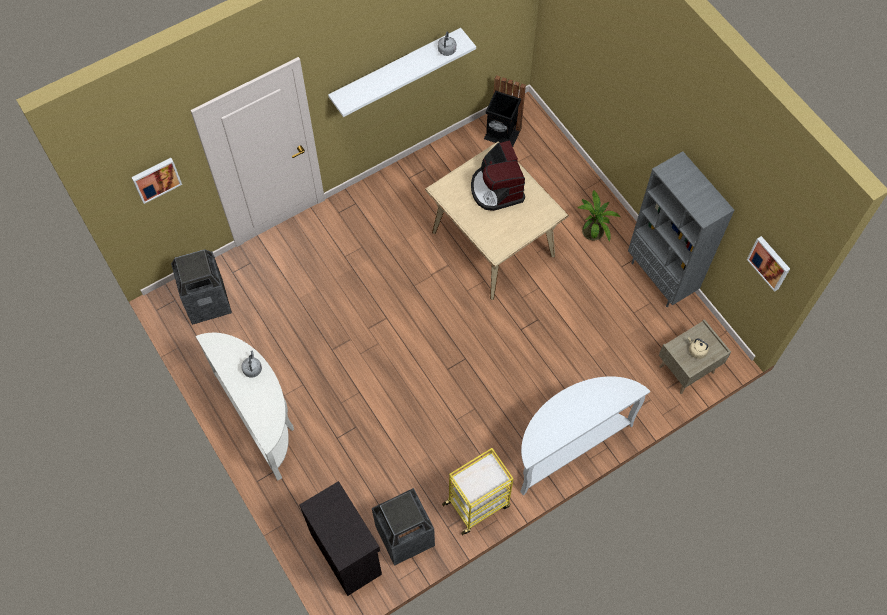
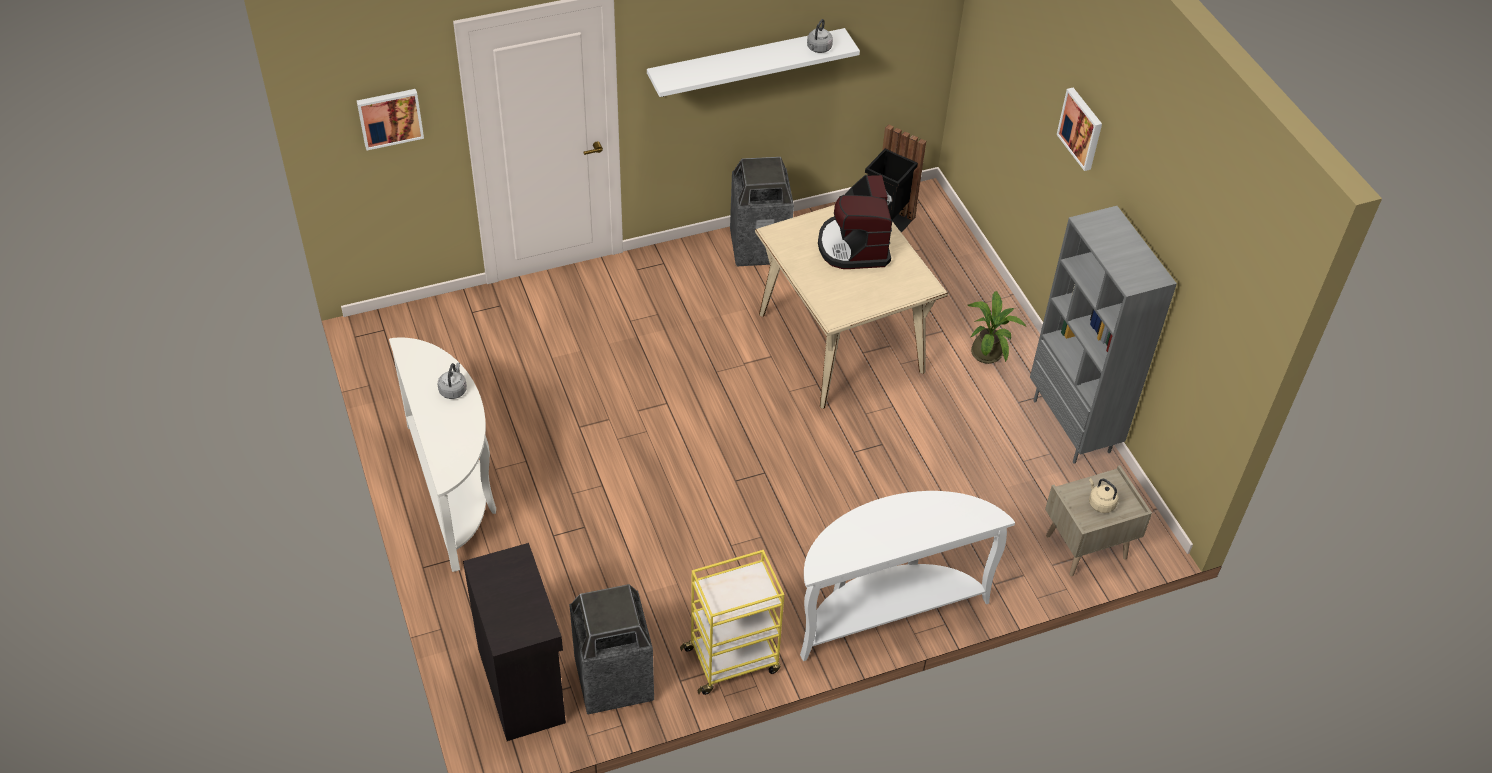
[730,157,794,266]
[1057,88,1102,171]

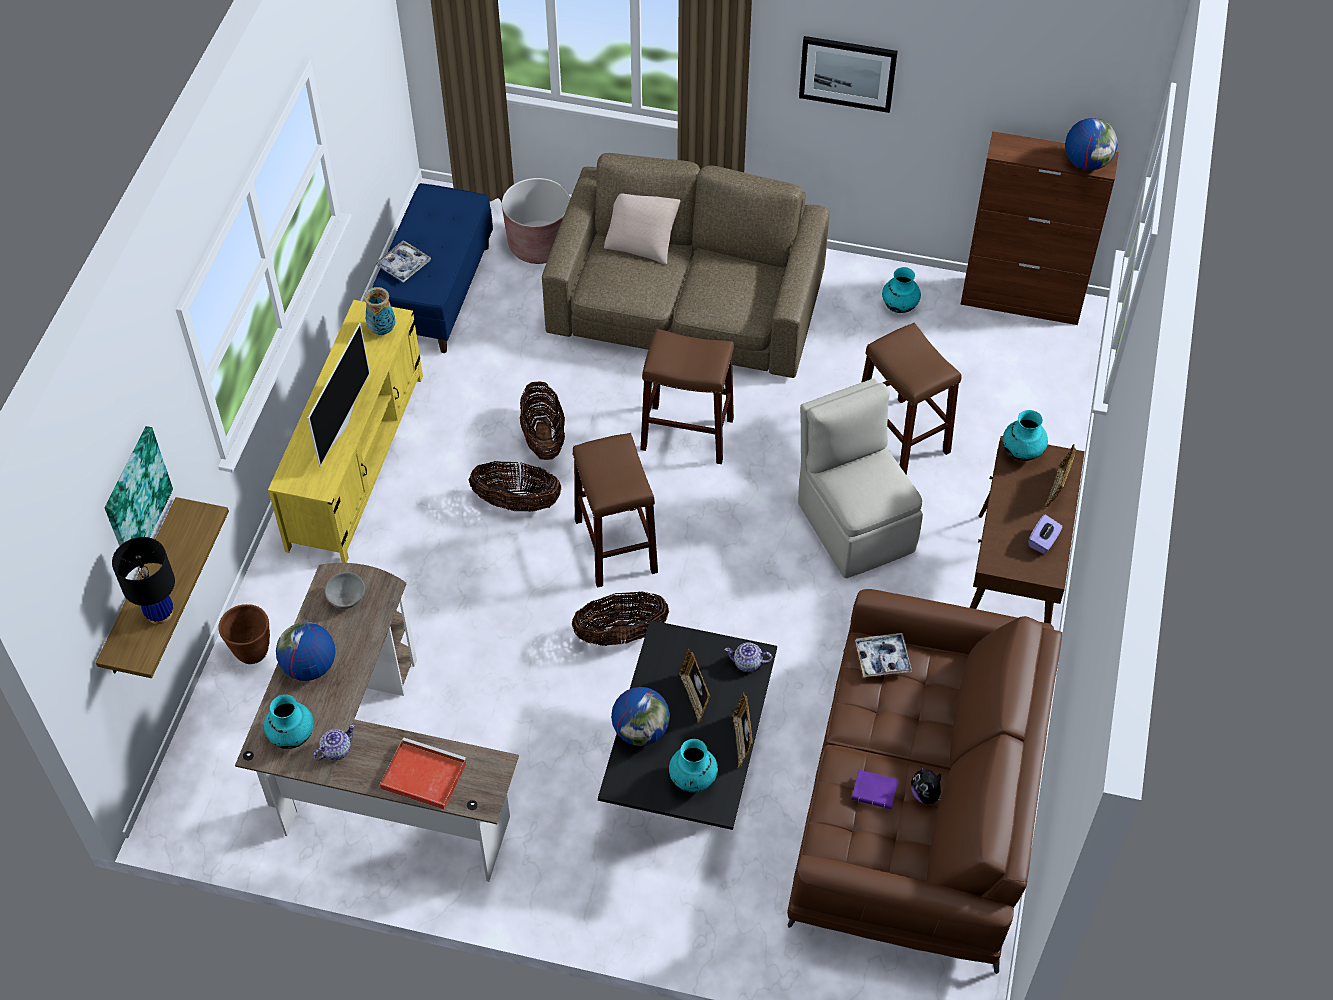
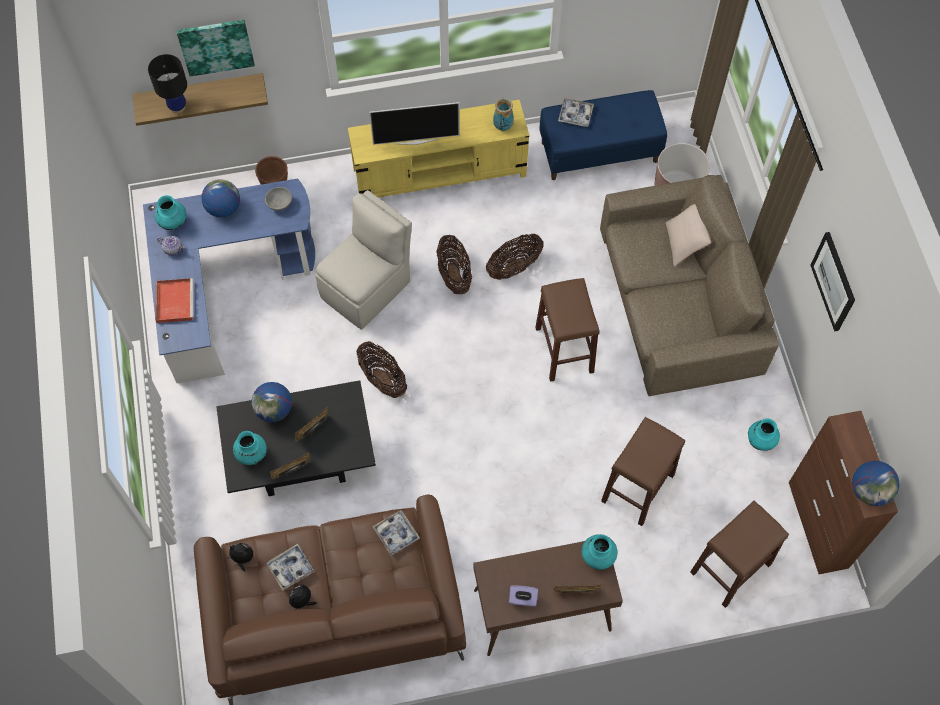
[725,643,772,672] (first image)
[226,543,253,571]
[690,501,789,608]
[316,190,412,329]
[267,544,315,591]
[143,178,315,383]

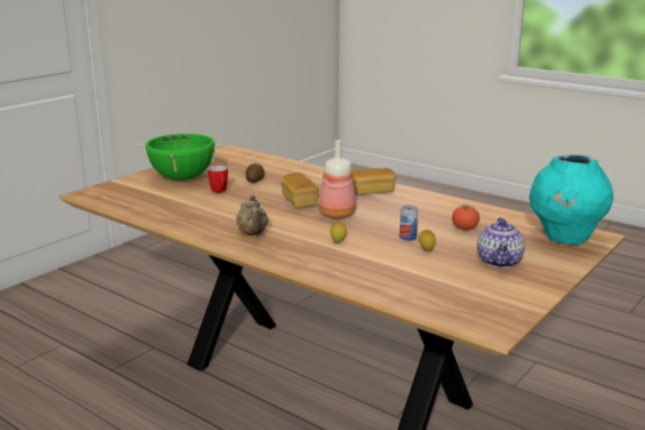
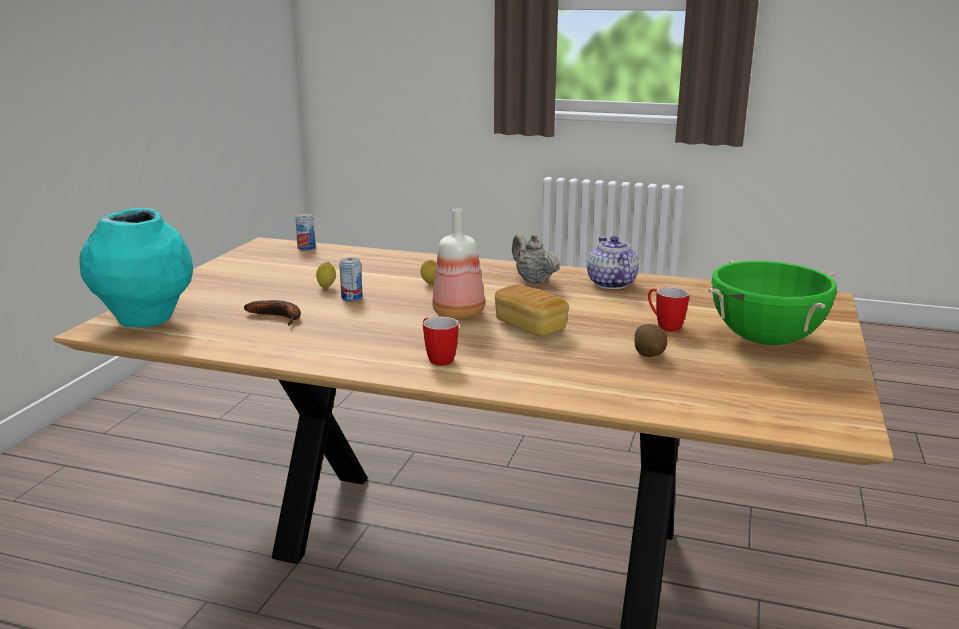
[295,213,316,250]
[587,236,639,289]
[423,317,459,366]
[244,300,301,325]

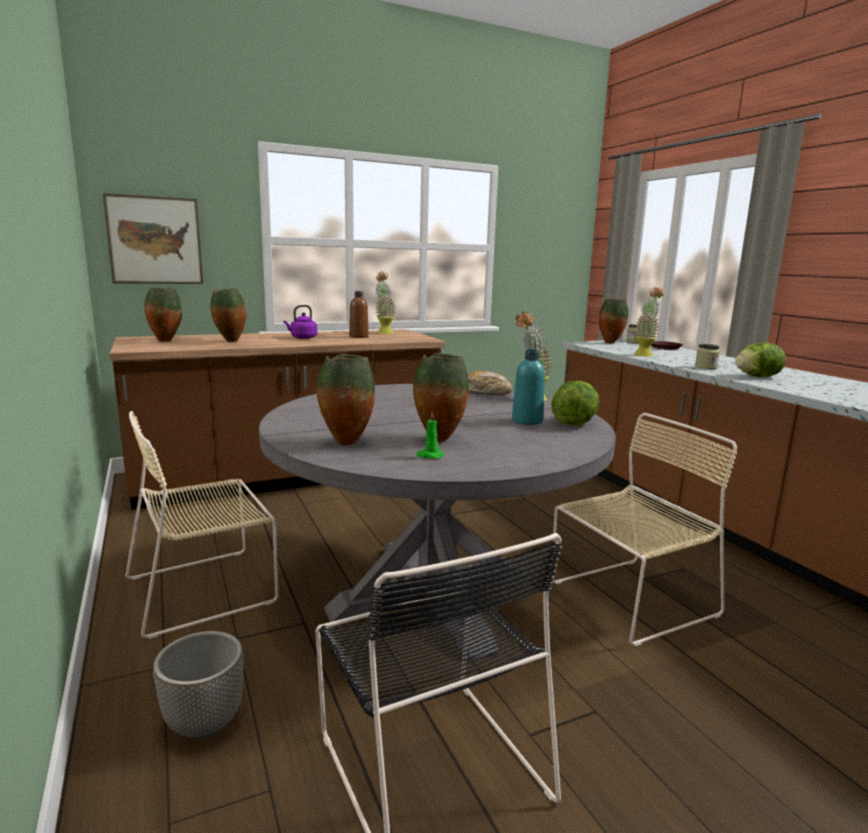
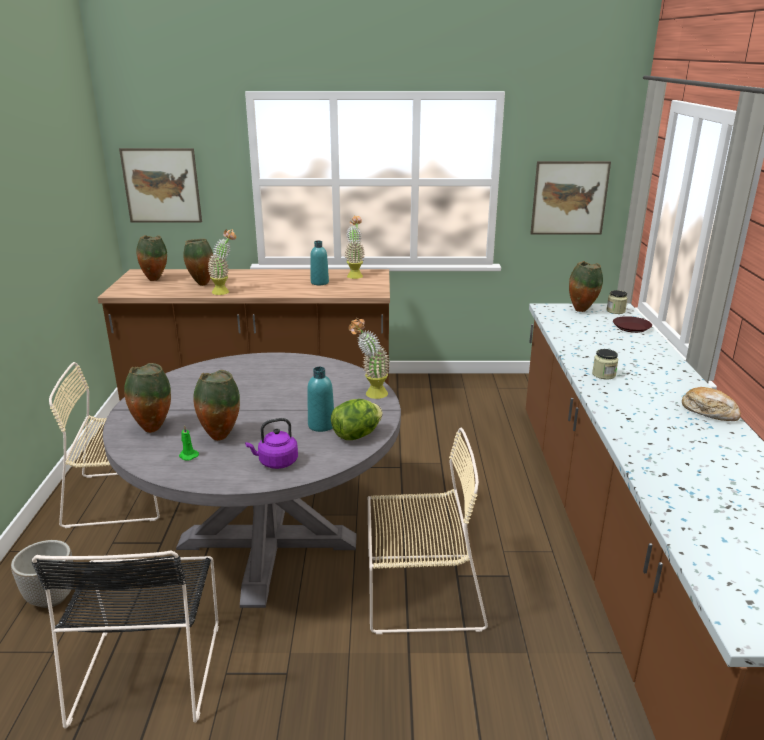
[735,343,786,377] (first image)
[530,161,611,235]
[245,418,298,469]
[682,387,741,421]
[208,229,236,295]
[310,241,329,285]

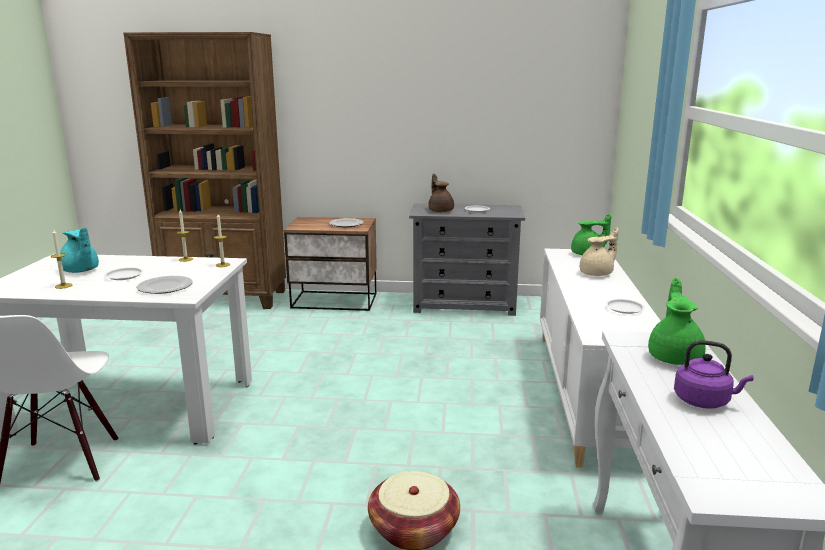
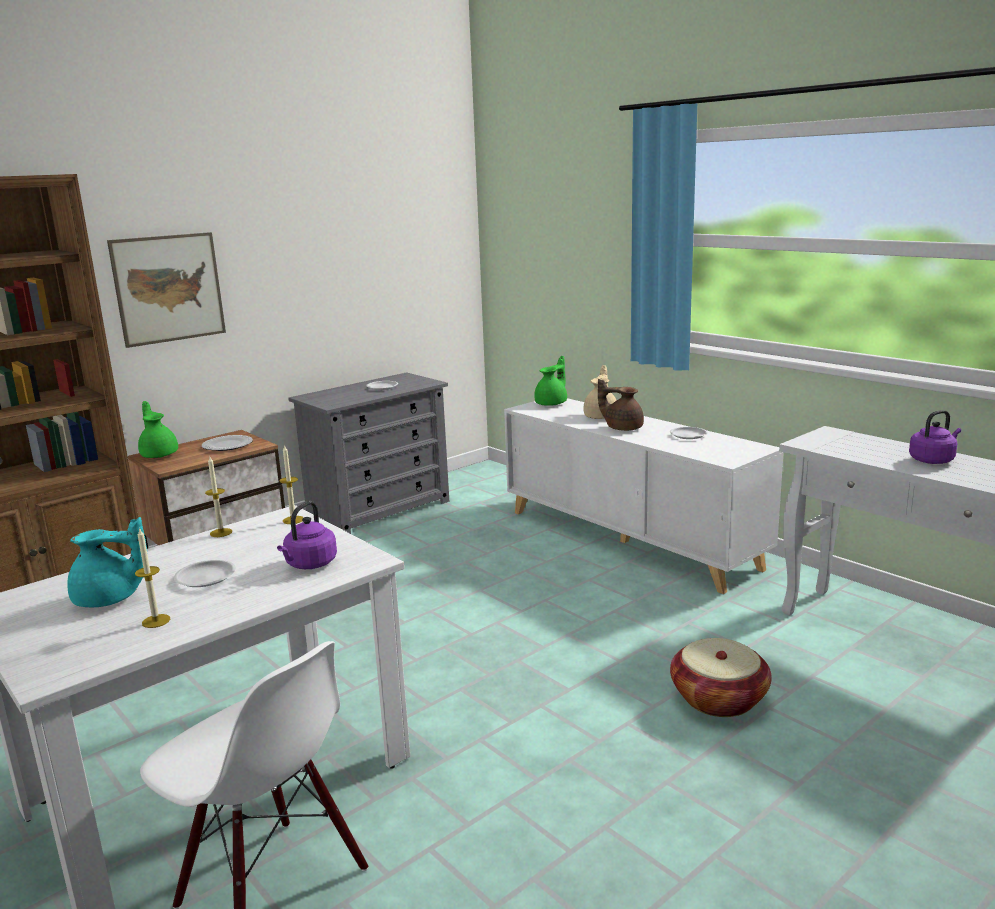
[107,232,226,348]
[598,379,644,431]
[138,401,178,458]
[277,501,337,569]

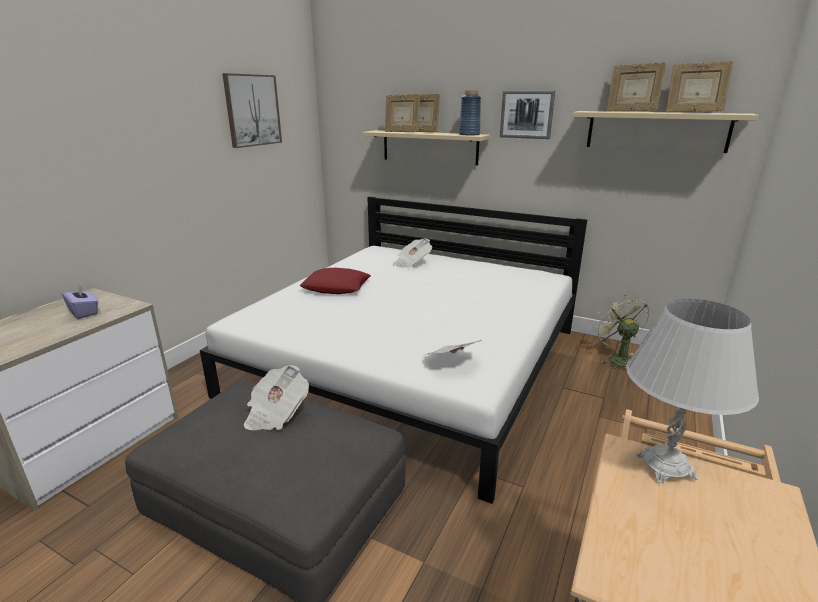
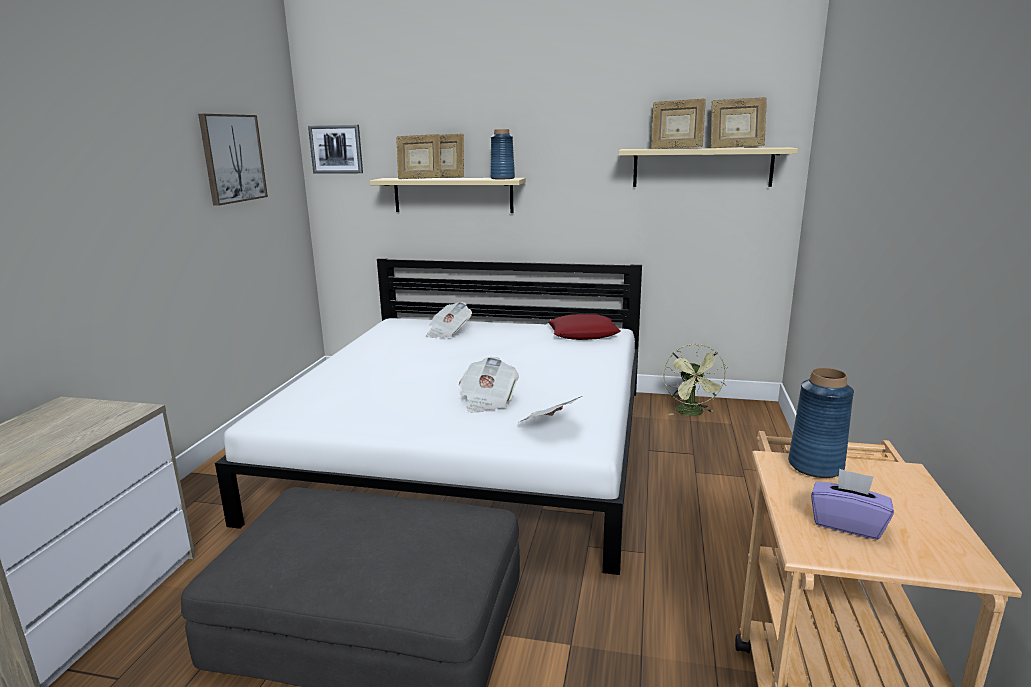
[811,468,894,540]
[459,357,519,413]
[548,314,620,340]
[308,125,363,174]
[788,368,854,478]
[663,344,728,416]

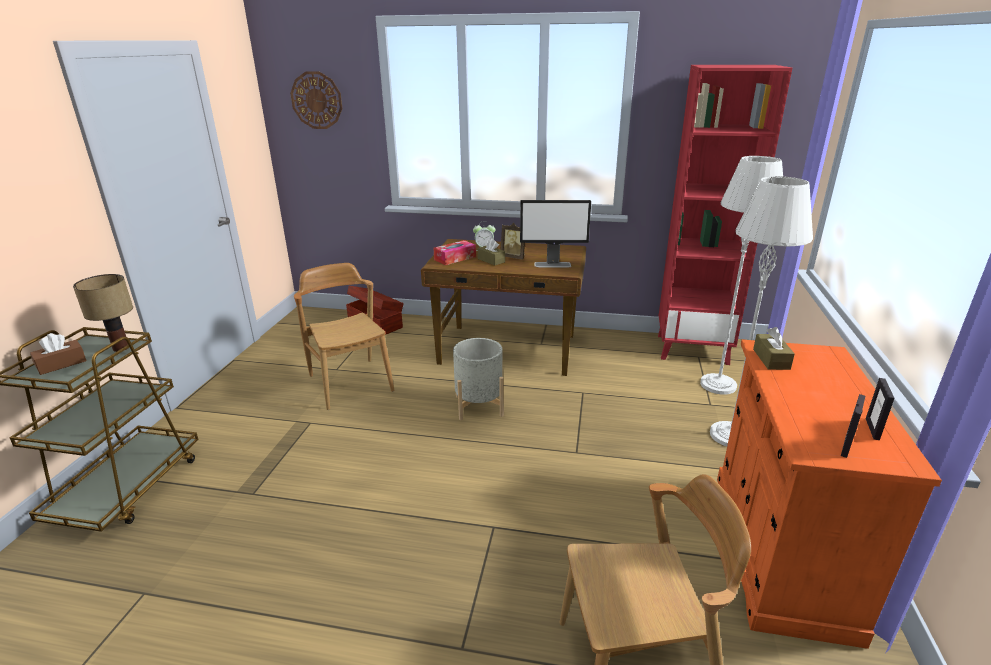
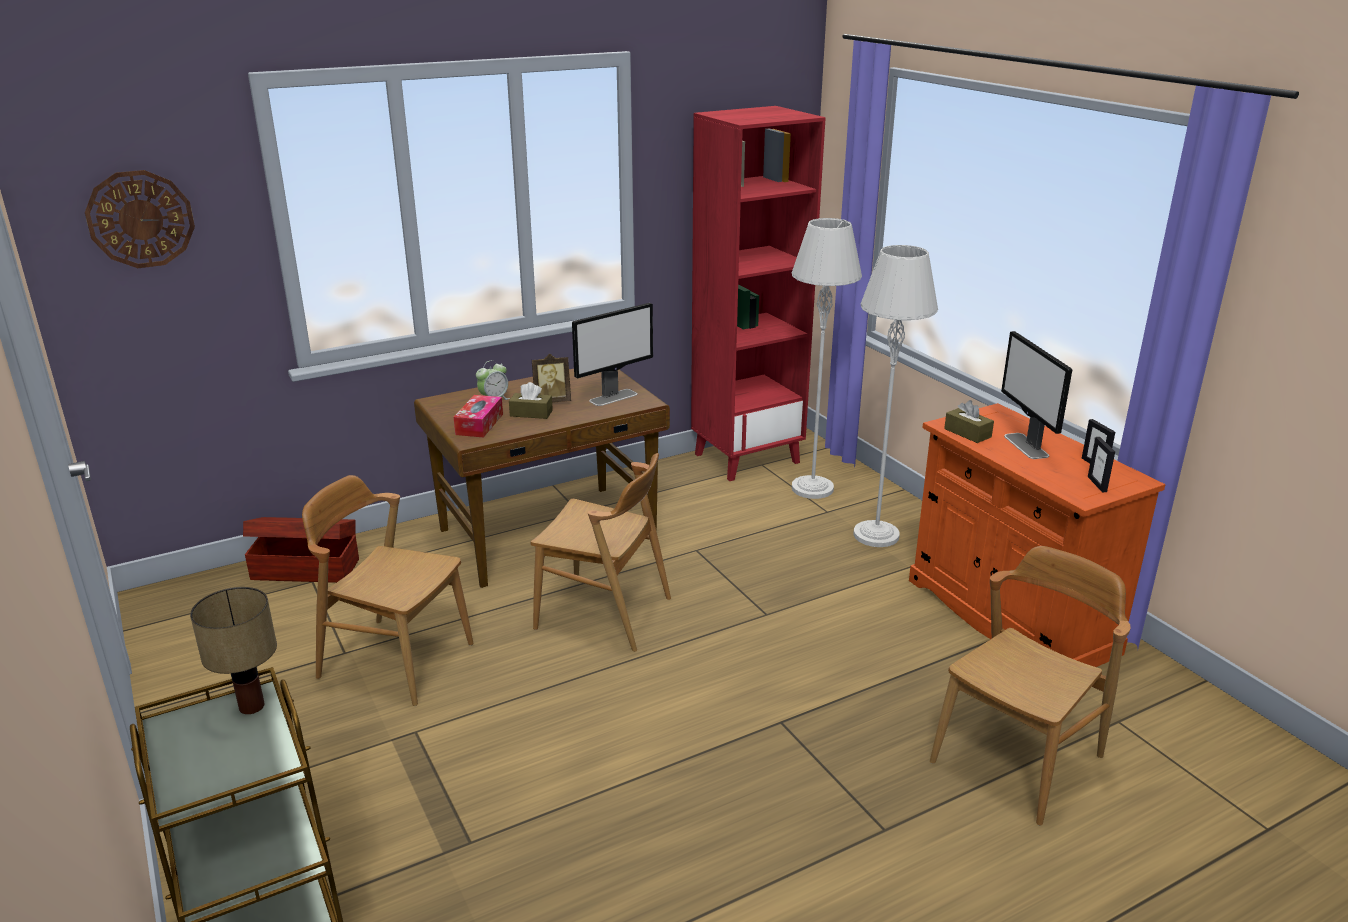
[30,333,87,375] (first image)
[1001,331,1072,459]
[531,453,671,652]

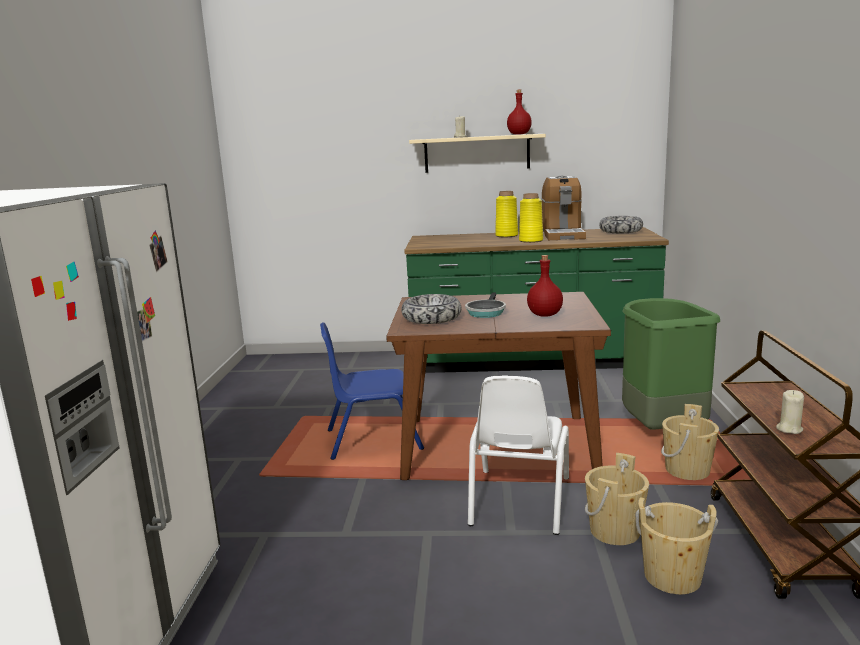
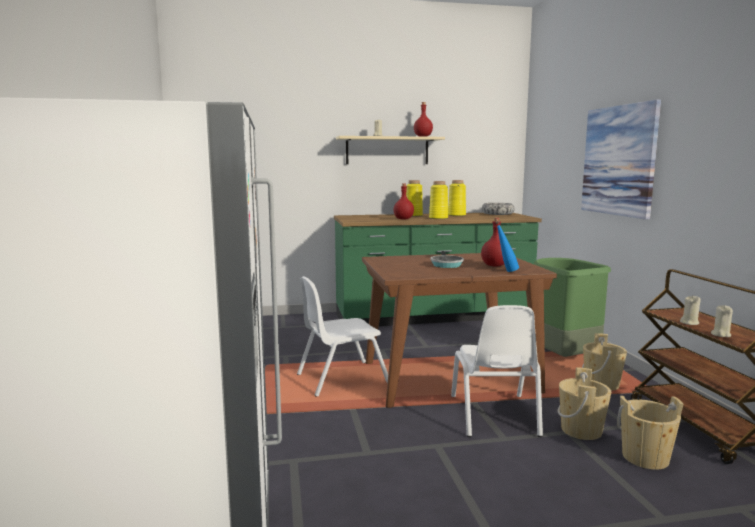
[401,294,461,324] (first image)
[394,183,414,220]
[495,221,519,272]
[581,99,661,220]
[680,296,701,325]
[448,180,466,216]
[297,276,388,397]

